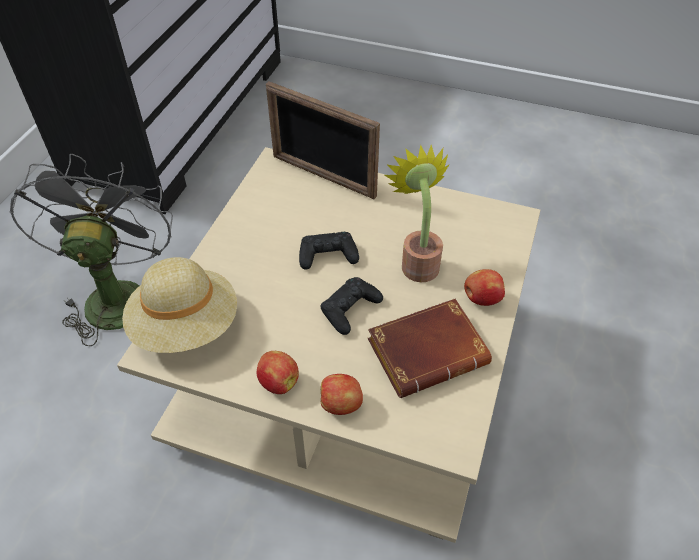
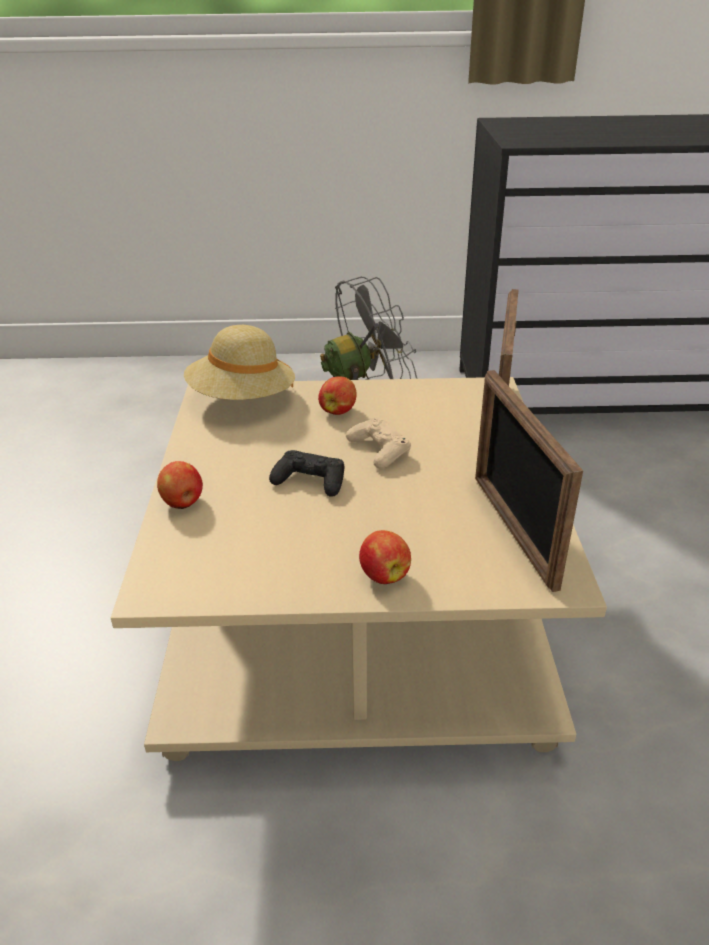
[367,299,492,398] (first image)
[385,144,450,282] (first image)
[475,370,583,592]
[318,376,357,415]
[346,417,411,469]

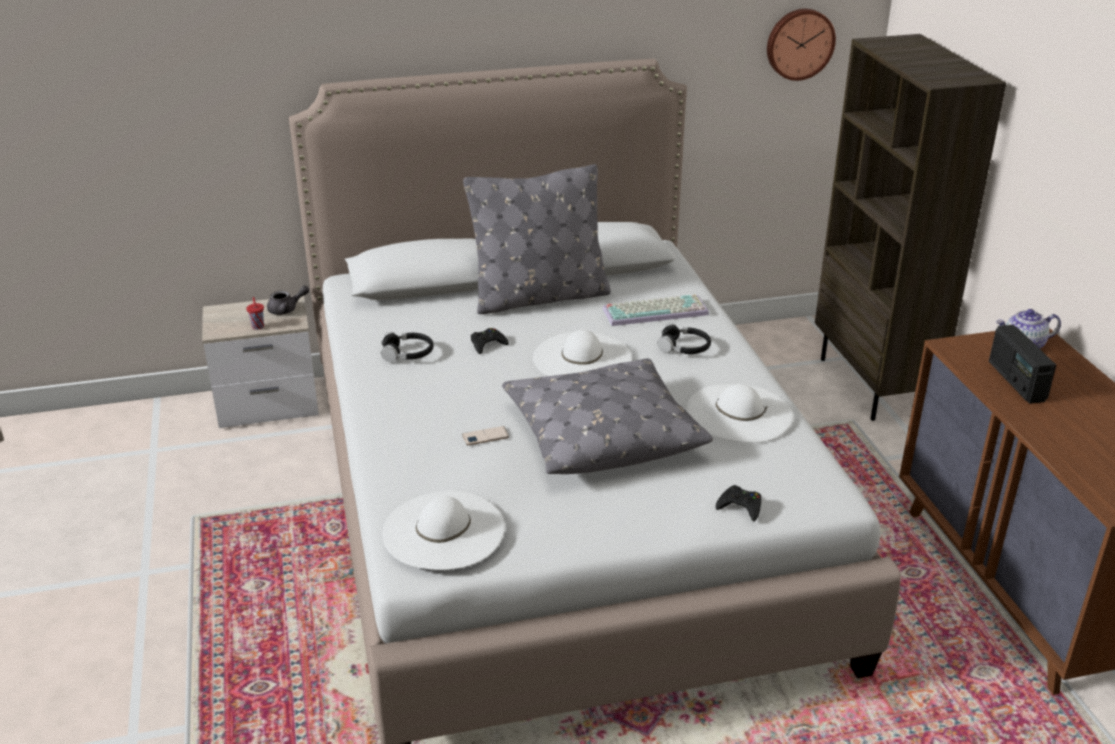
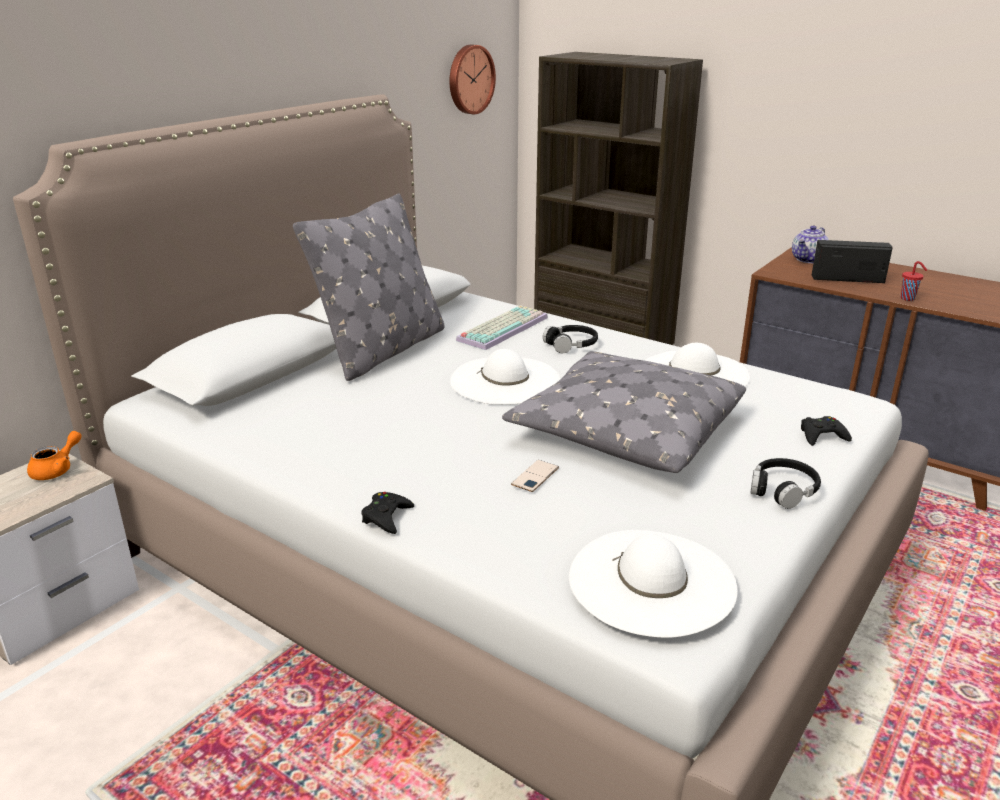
[900,261,927,301]
[750,458,821,509]
[361,492,414,534]
[27,431,82,480]
[812,240,893,283]

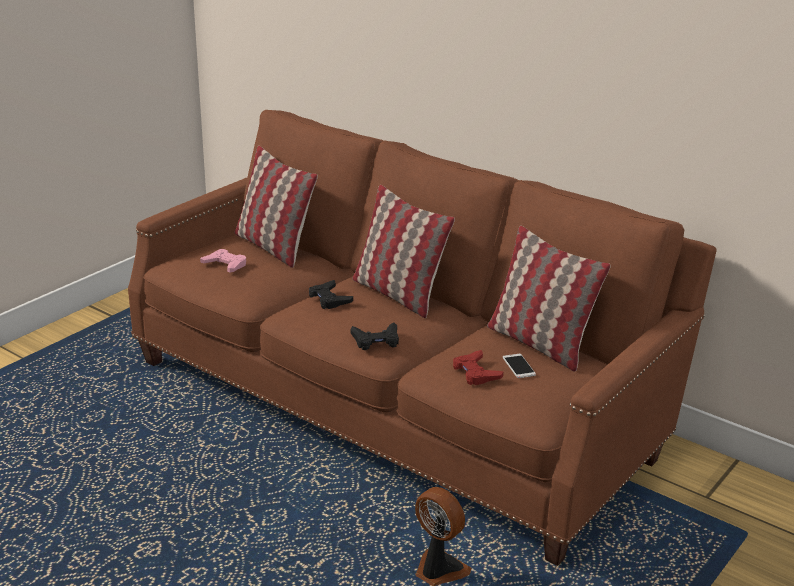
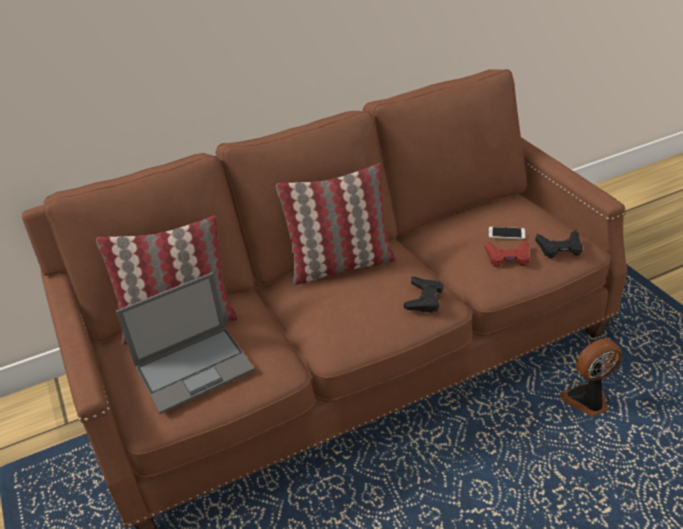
[487,226,611,372] (first image)
[535,230,583,259]
[116,272,255,414]

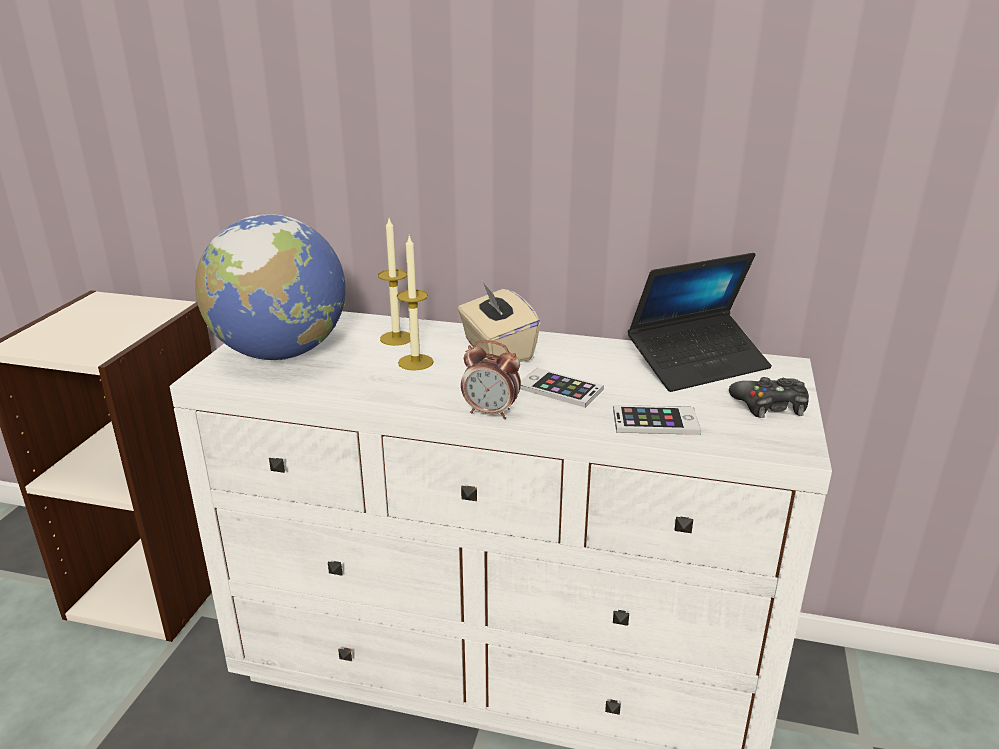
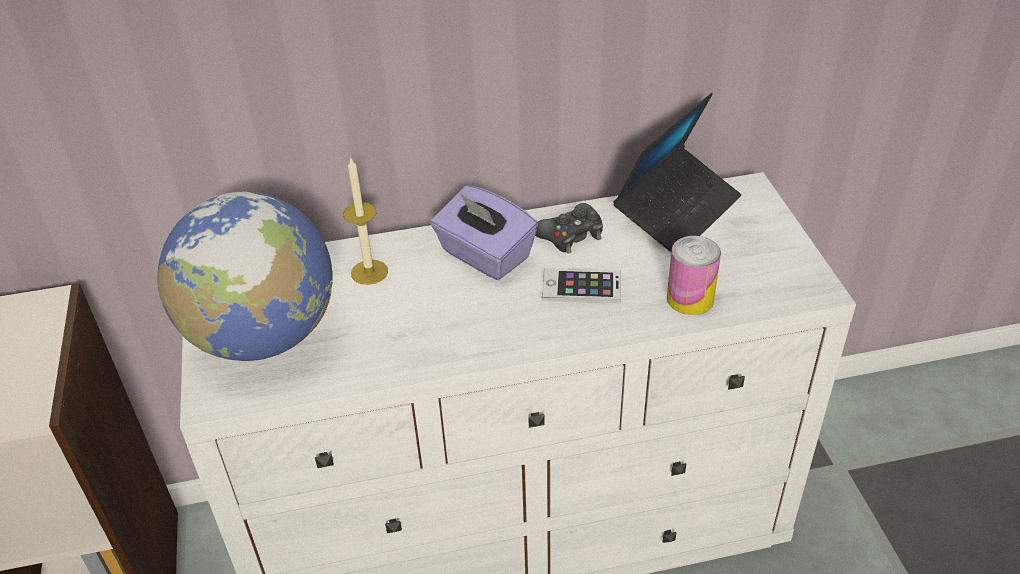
[397,235,434,371] (first image)
[461,340,521,419] (first image)
[535,203,603,254]
[667,236,721,315]
[430,186,538,280]

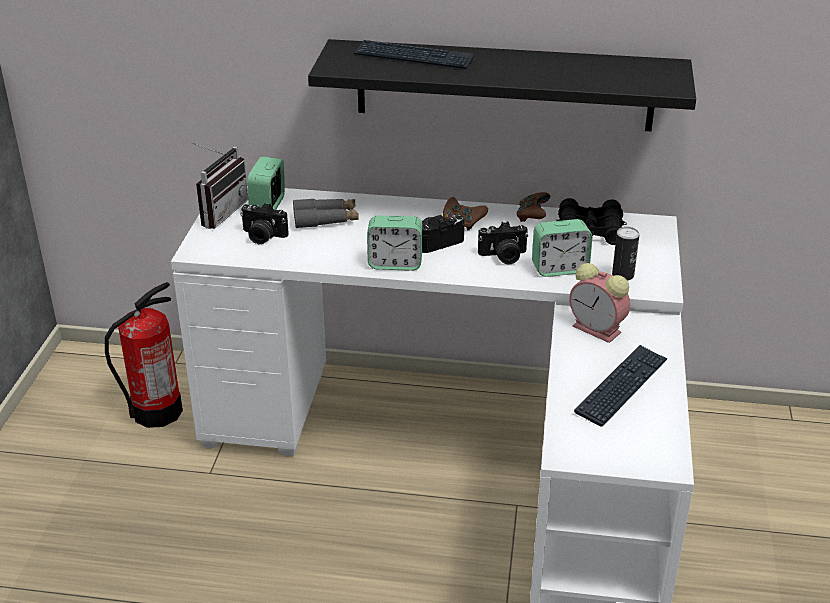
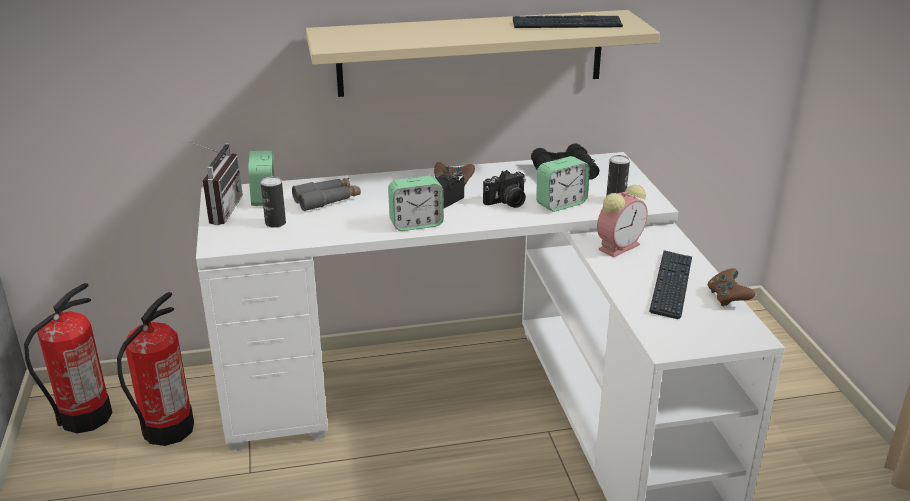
[24,283,113,433]
[513,15,623,28]
[708,268,756,306]
[261,176,286,228]
[306,10,660,97]
[597,184,648,257]

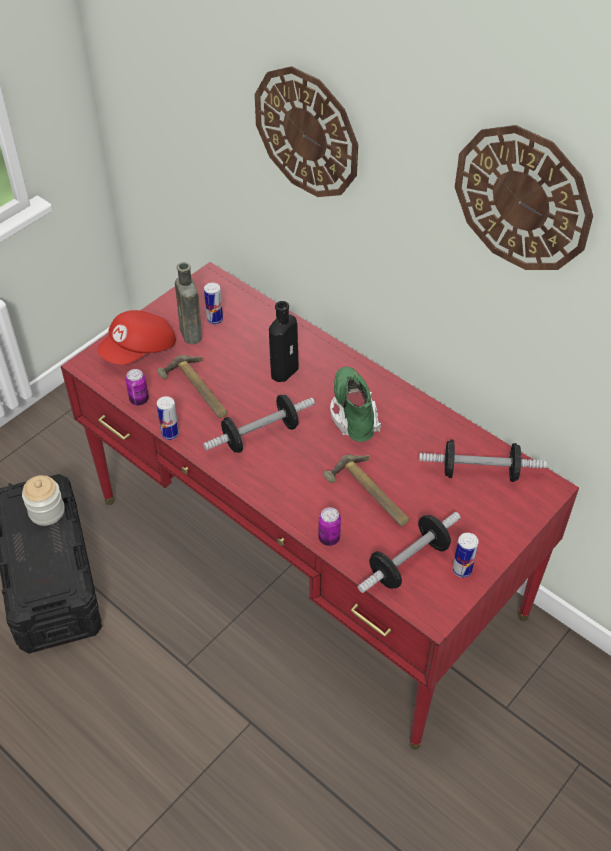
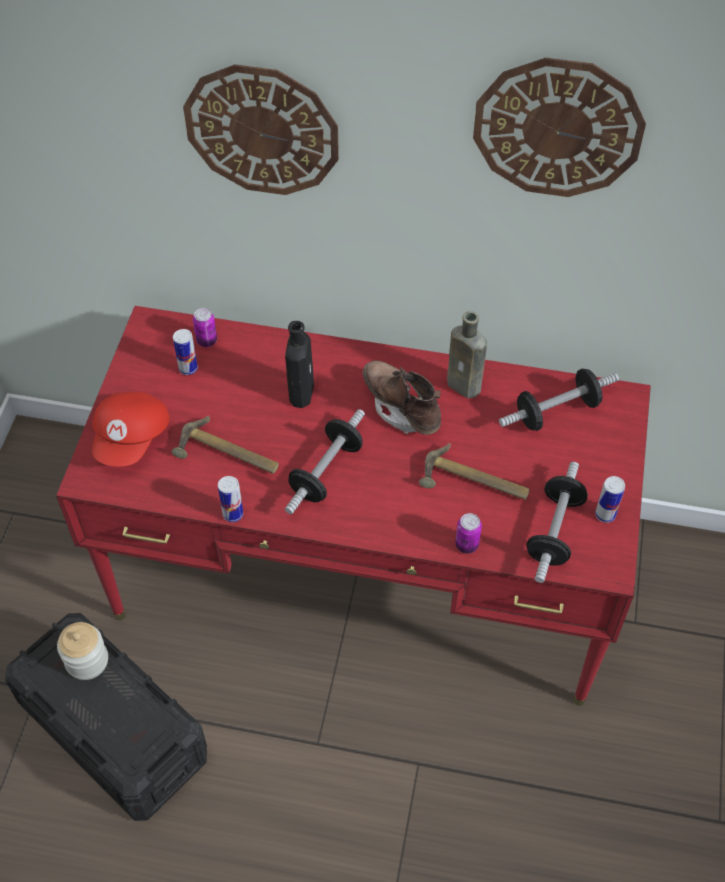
[193,308,217,347]
[447,311,487,398]
[363,360,441,435]

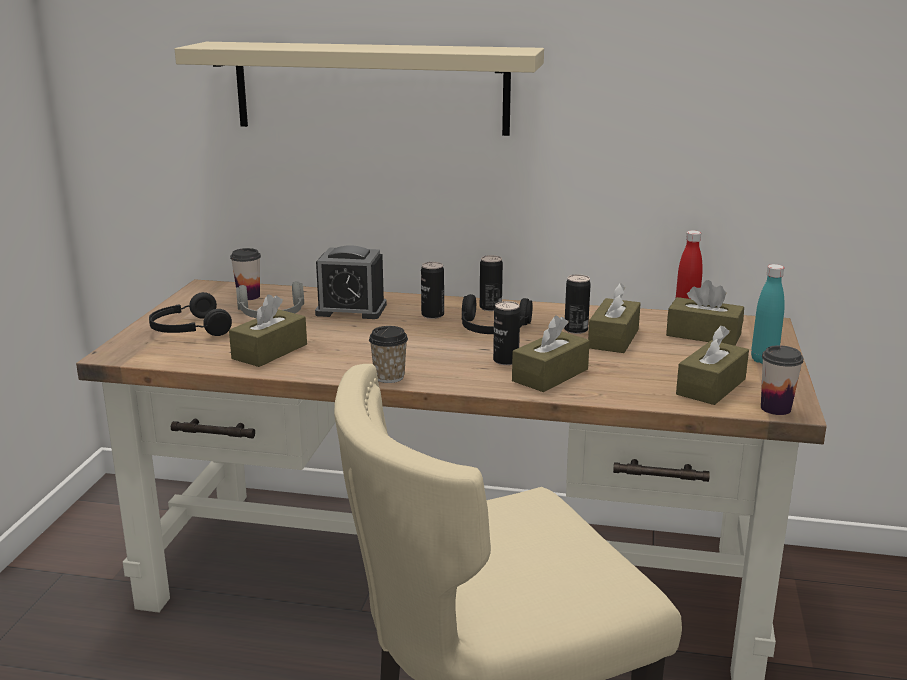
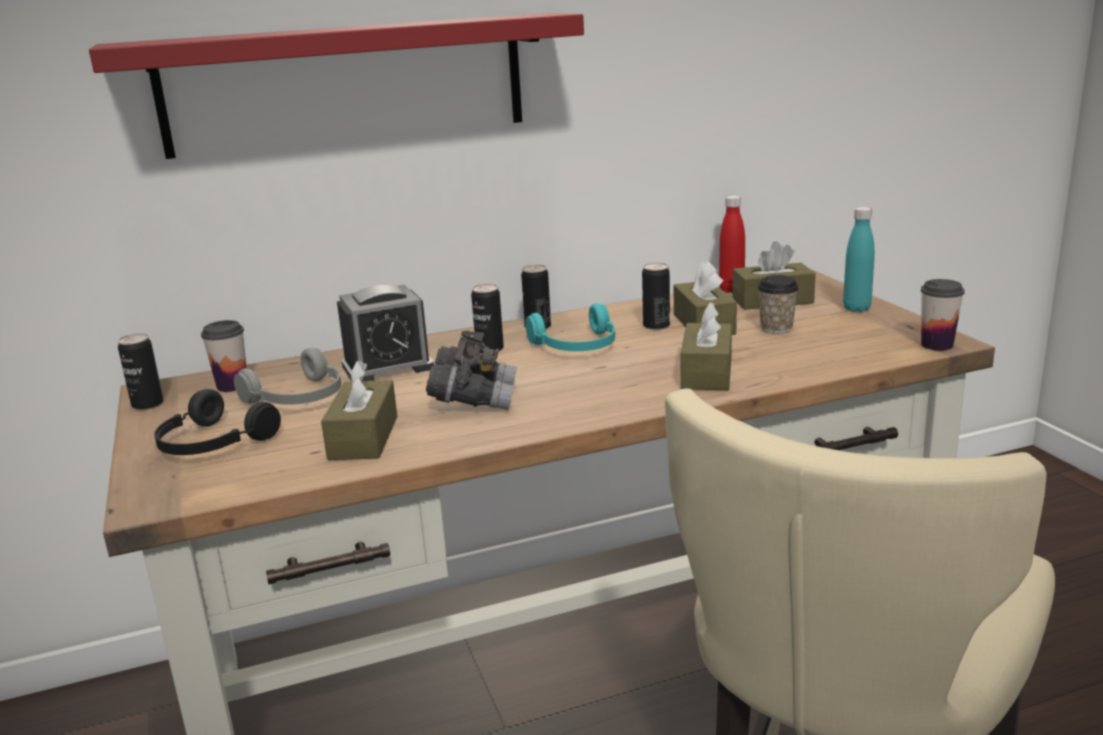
[676,326,749,405] (first image)
[426,331,517,410]
[757,275,799,334]
[118,333,164,410]
[89,13,584,159]
[525,303,615,351]

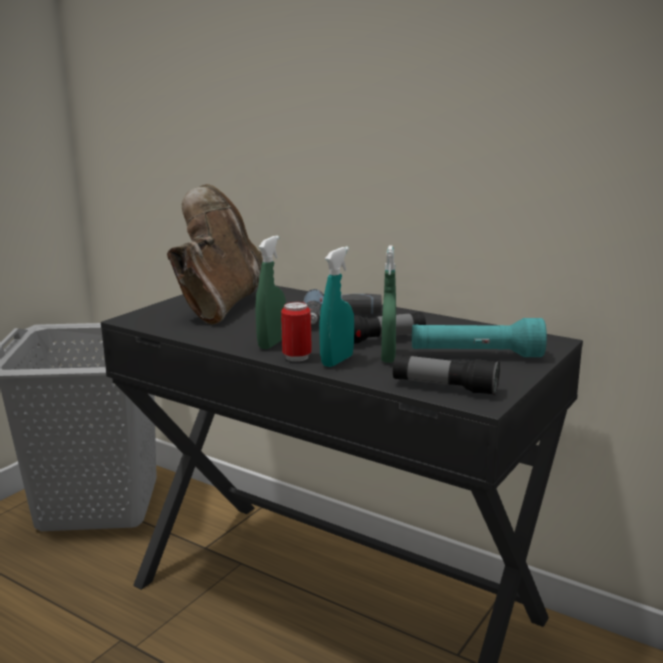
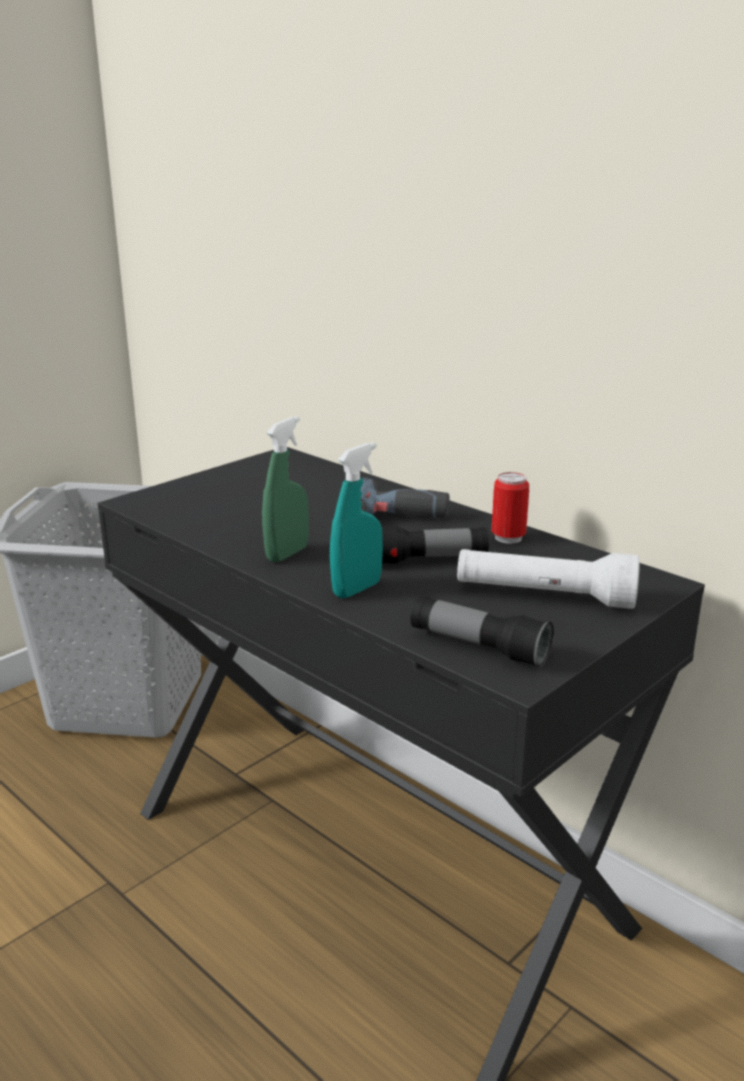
[167,184,263,325] (first image)
[381,246,396,363] (first image)
[491,472,529,544]
[457,549,640,609]

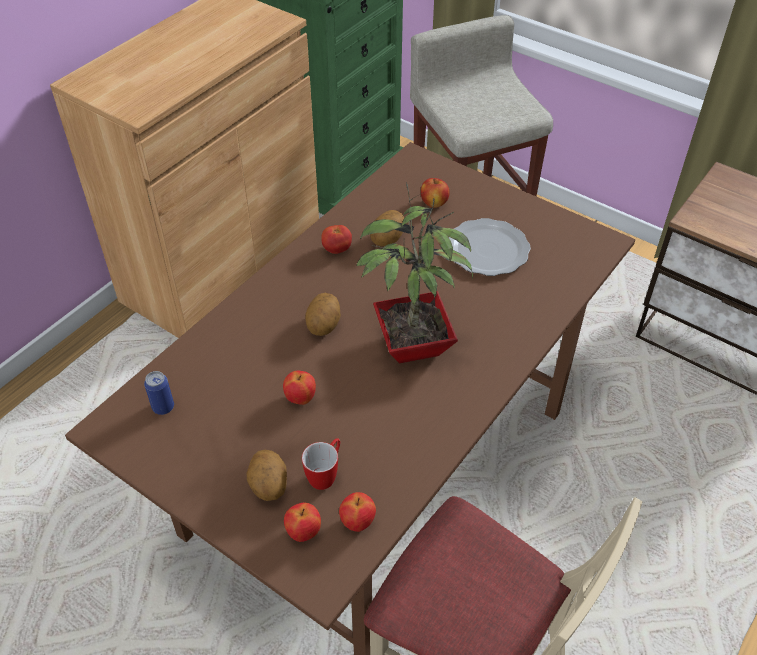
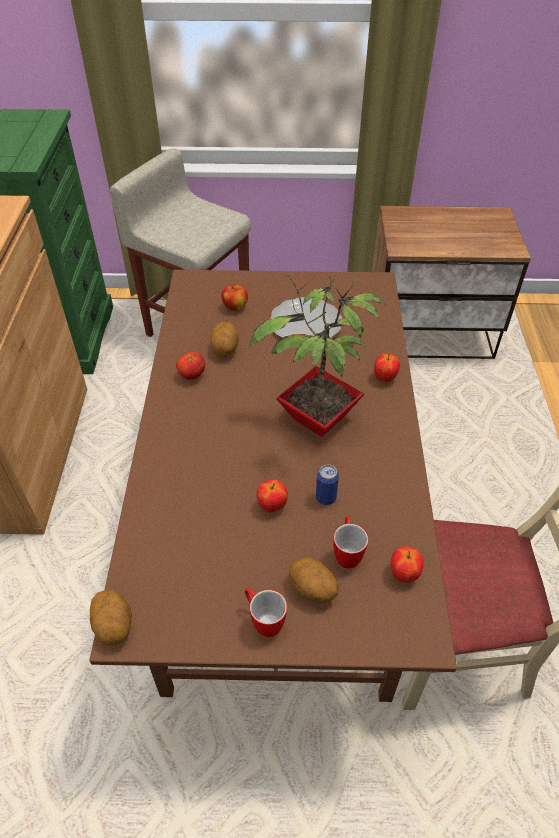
[245,588,287,637]
[316,464,339,505]
[374,353,400,382]
[90,590,132,646]

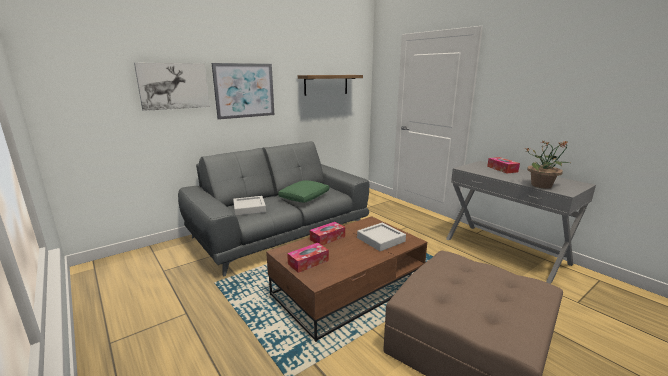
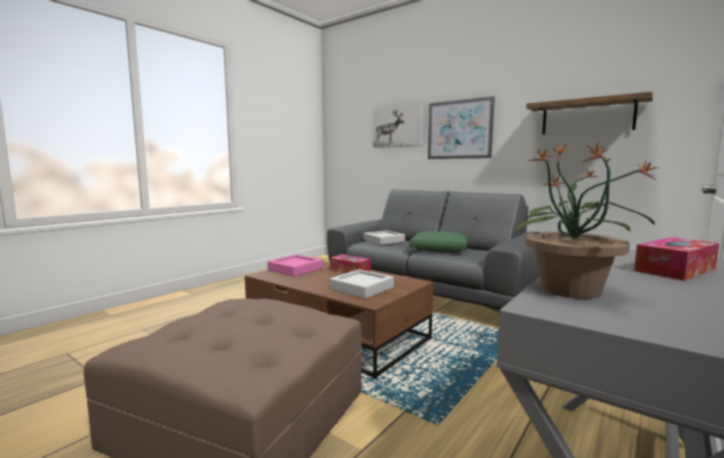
[267,255,322,277]

